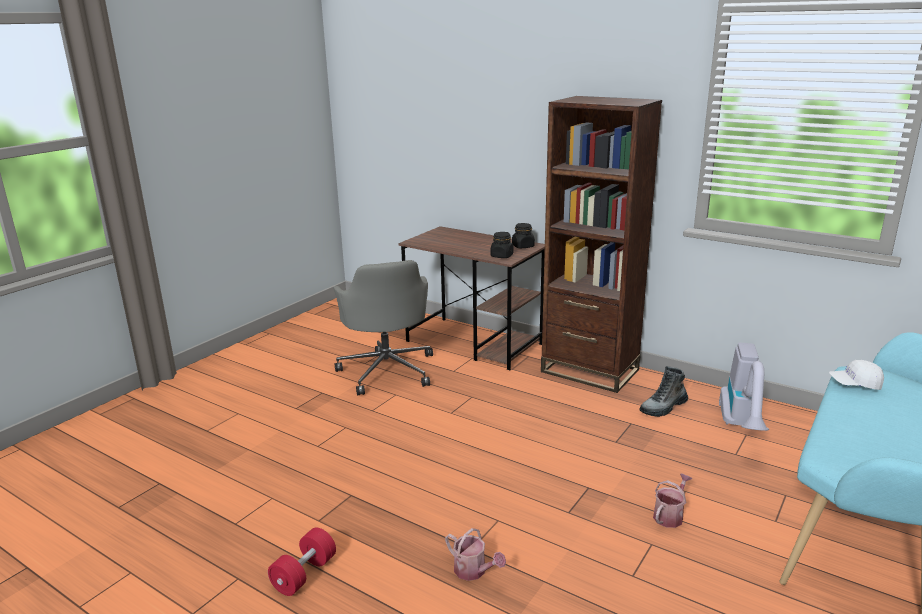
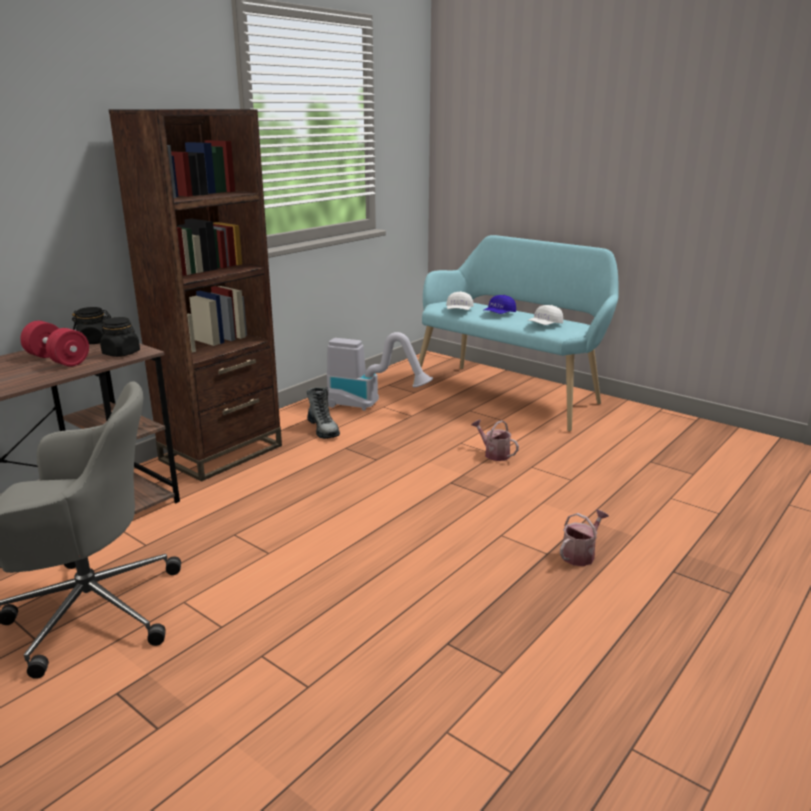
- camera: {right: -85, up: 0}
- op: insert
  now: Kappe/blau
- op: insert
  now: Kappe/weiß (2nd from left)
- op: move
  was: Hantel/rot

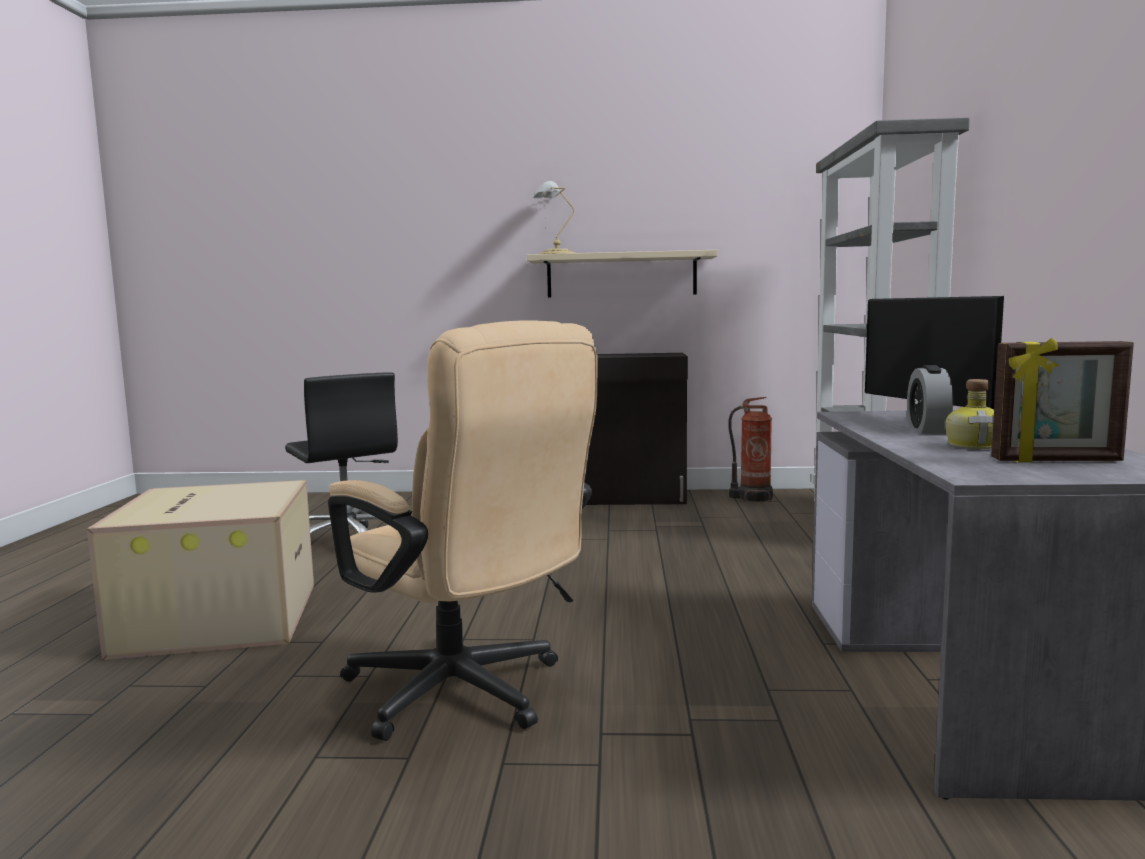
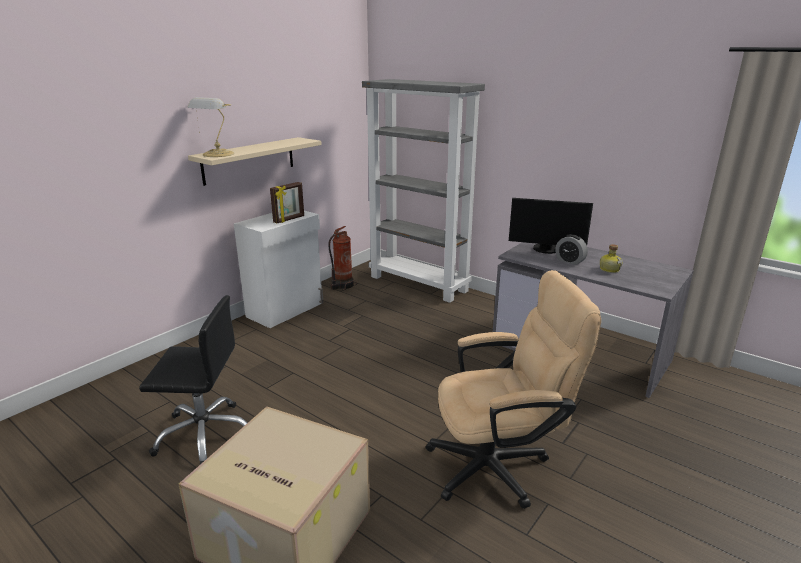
- camera: {right: -55, up: 15}
- op: move
  was: Bilderrahmen
- op: recolor
  was: Schrank/schwarz
  now: Schrank/weiß

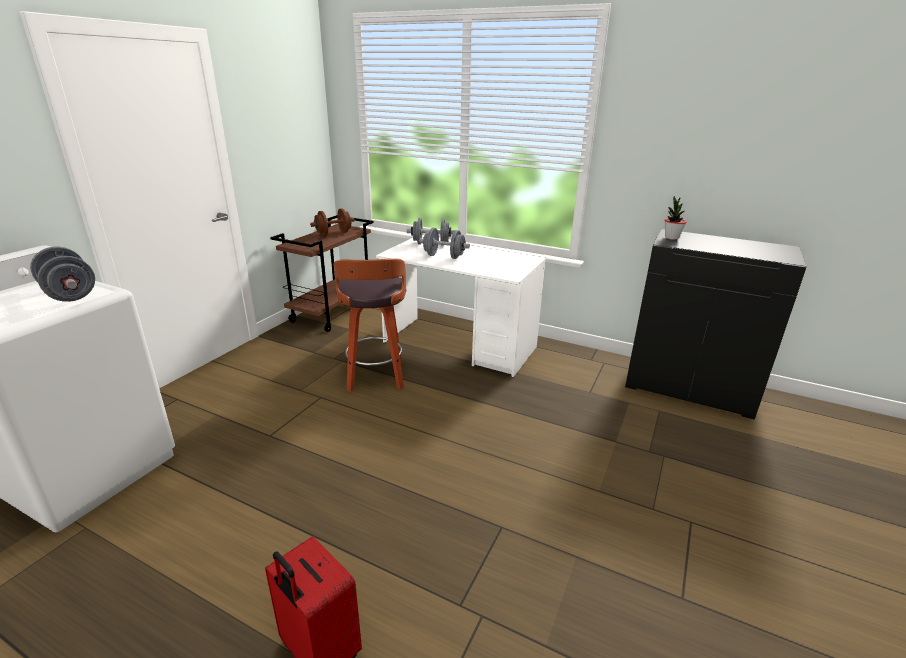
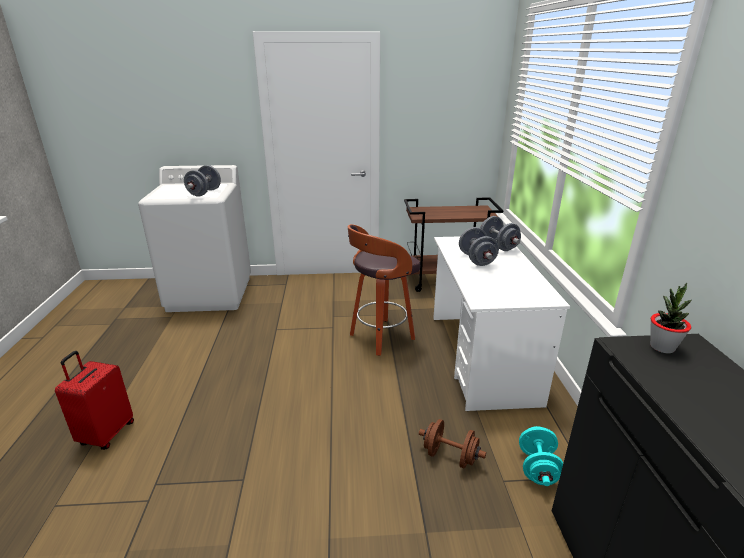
- camera: {right: 60, up: 0}
- op: insert
  now: Hantel/türkis
- op: move
  was: Hantel/braun

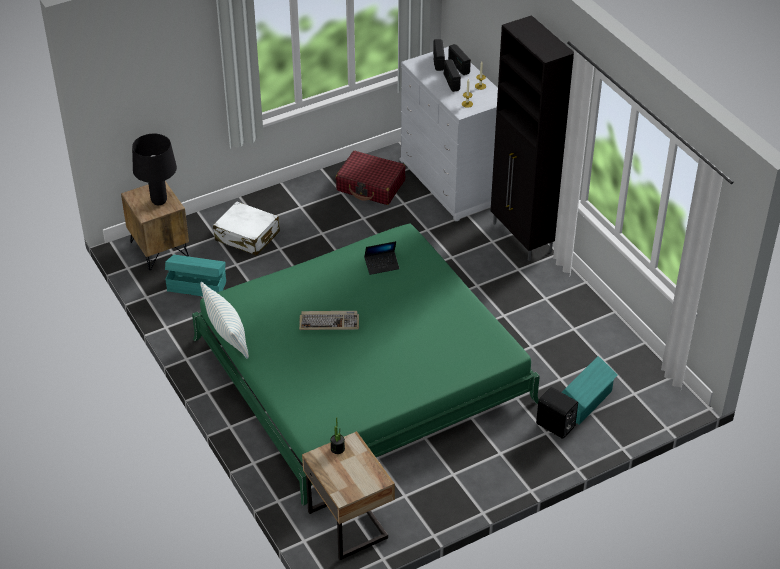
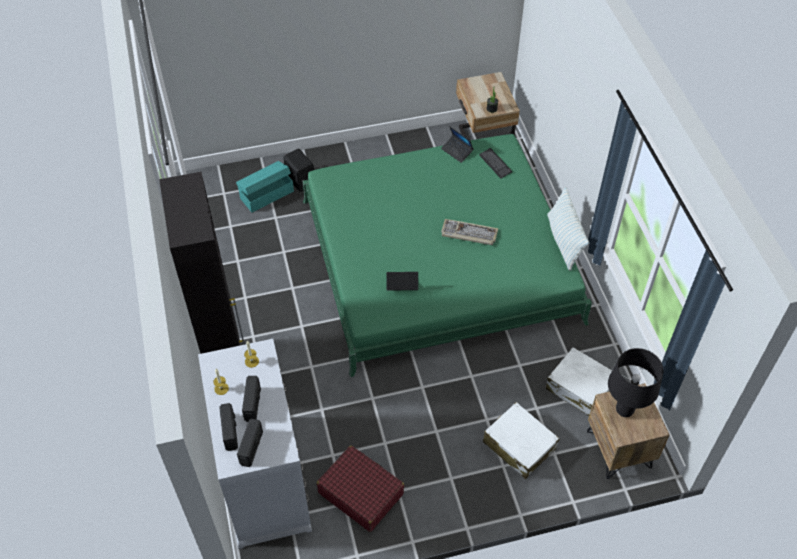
- camera: {right: -165, up: 10}
- op: insert
  now: Laptop (2nd from left)
- op: insert
  now: Tastatur (2nd from left)
- op: replace
  was: Aufbewahrungsbox/türkis (1st from left)
  now: Koffer/weiß (2nd from left)

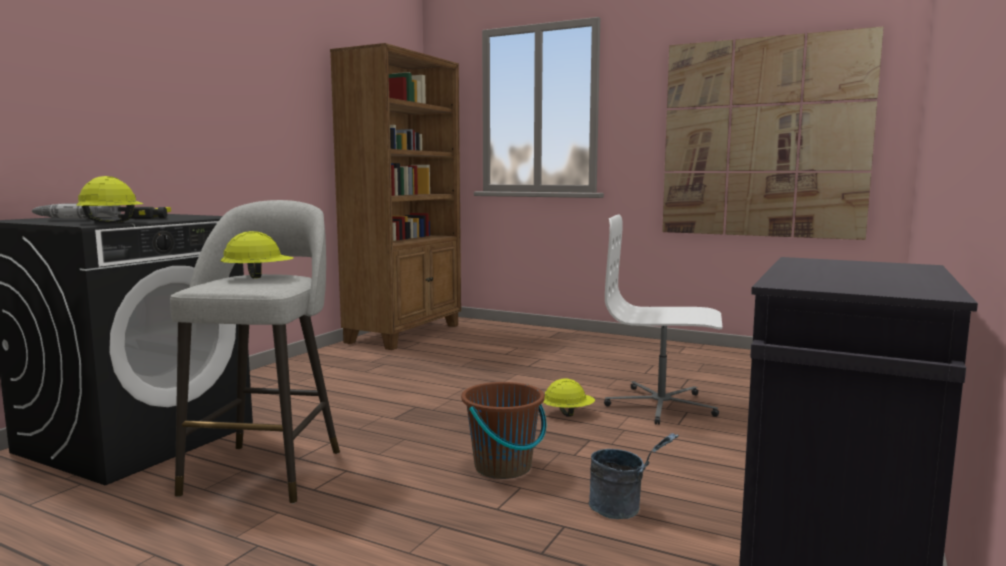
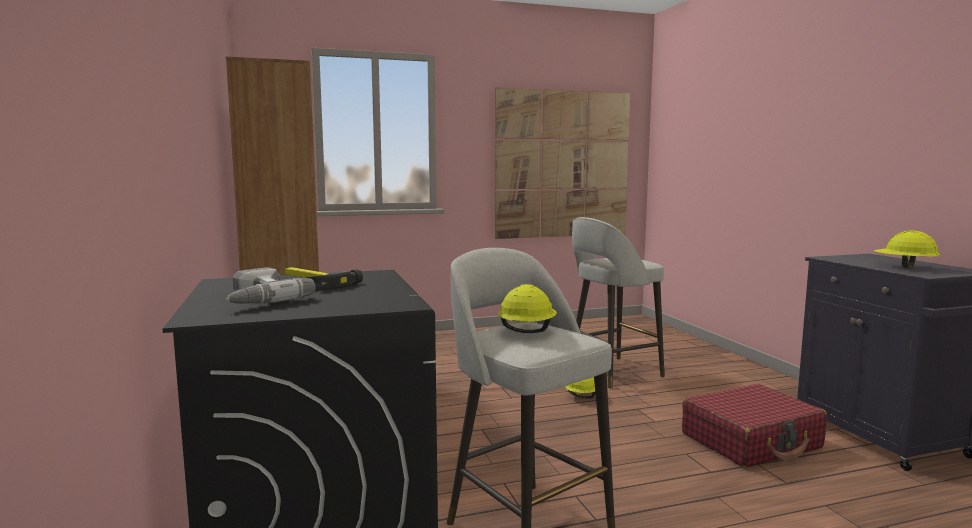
- camera: {right: -45, up: 0}
- op: delete
  was: Eimer/braun
- op: move
  was: Schutzhelm/gelb (1st from left in the first image)
  now: Schutzhelm/gelb (3rd from left)
- op: replace
  was: Eimer/grau
  now: Koffer/rot
- op: replace
  was: Bürostuhl/weiß
  now: Hocker/grau (2nd from left)

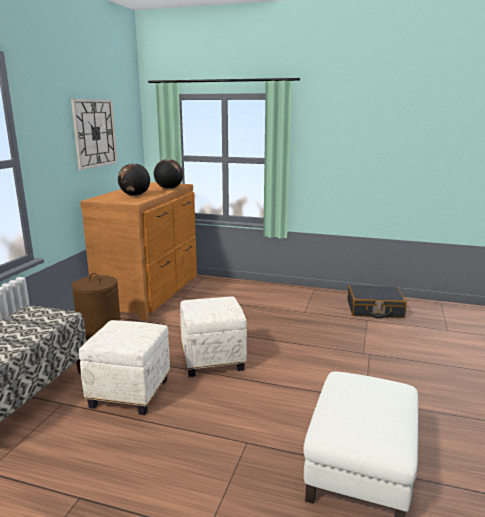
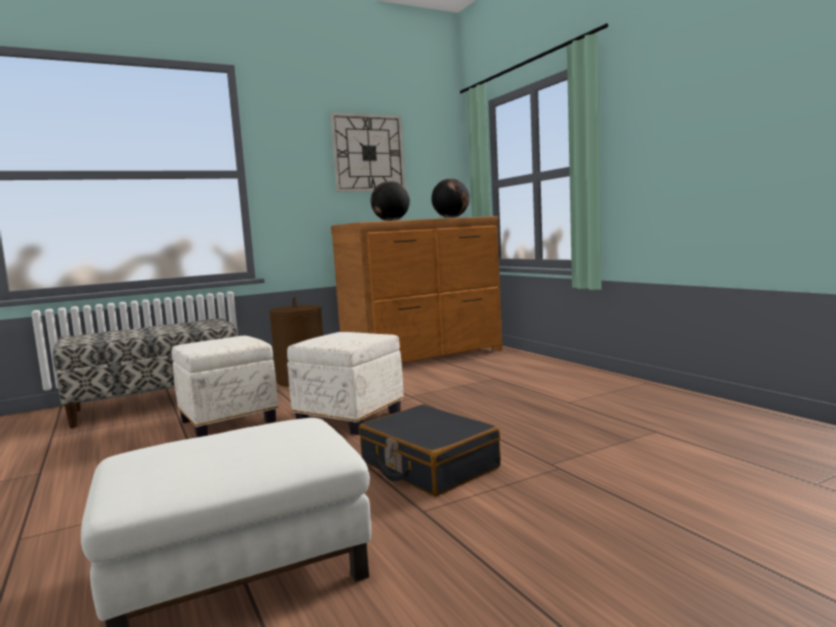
- camera: {right: 45, up: -10}
- op: move
  was: Koffer/schwarz

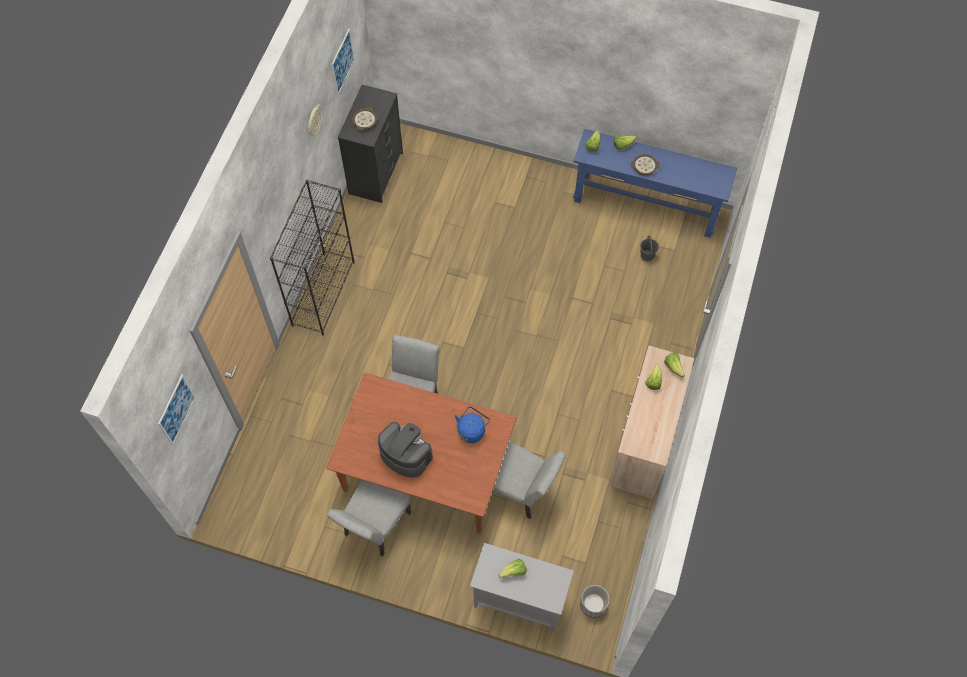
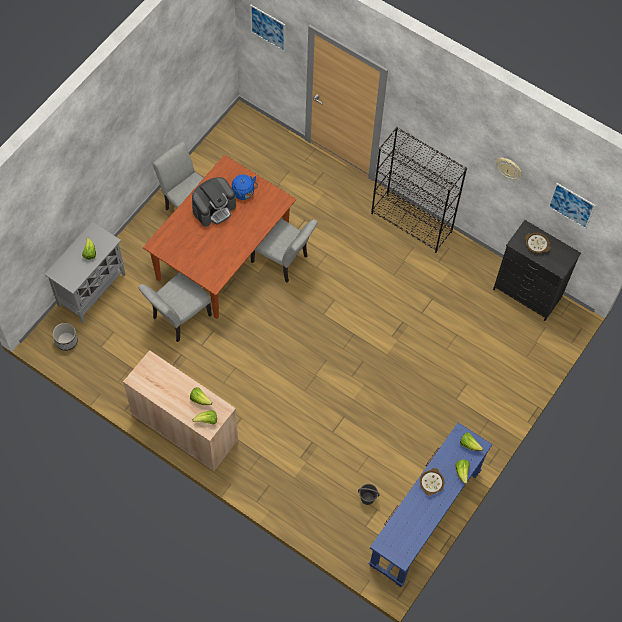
- camera: {right: 105, up: 0}
- op: move
  was: Wasserkessel/blau

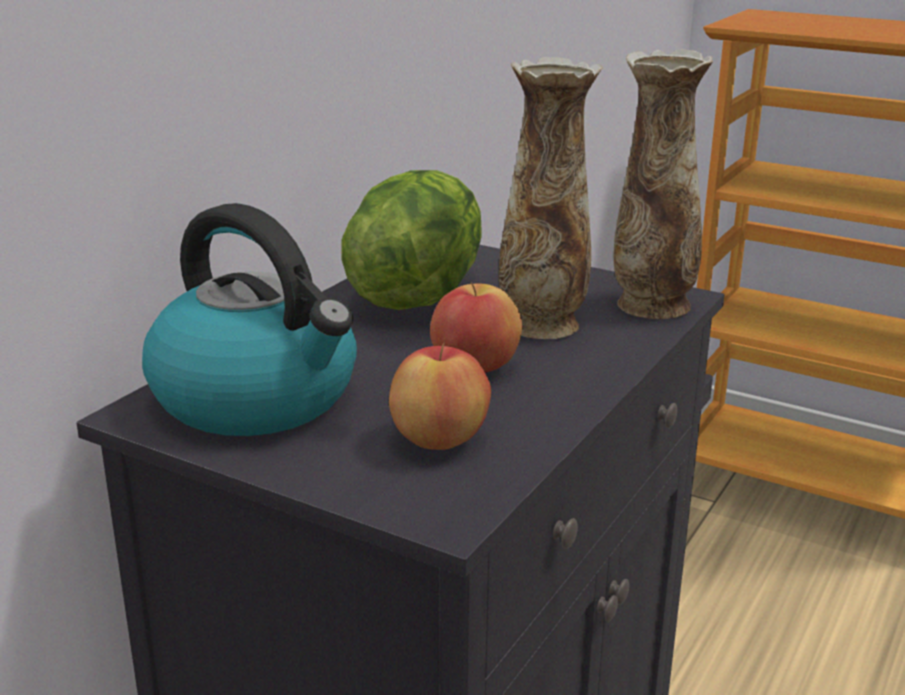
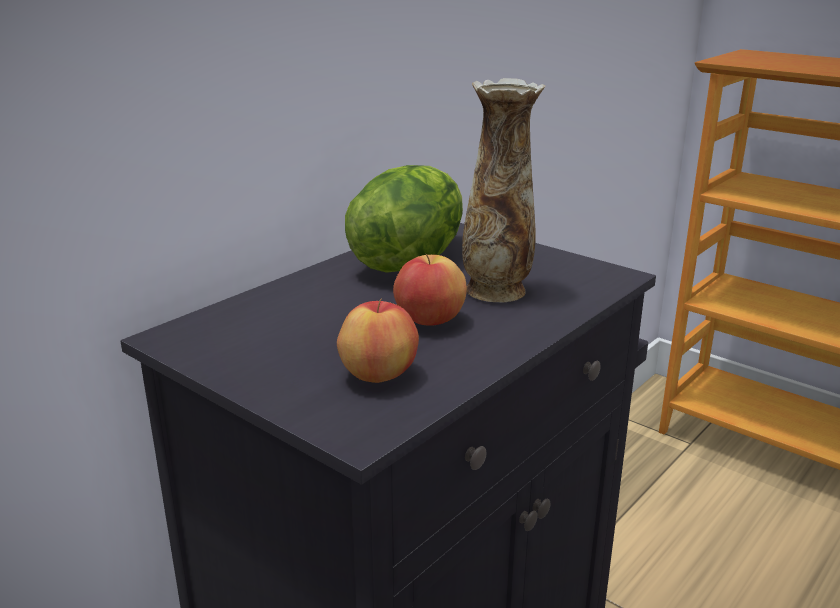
- camera: {right: 10, up: 0}
- op: delete
  was: Wasserkessel
- op: delete
  was: Vase (2nd from left)

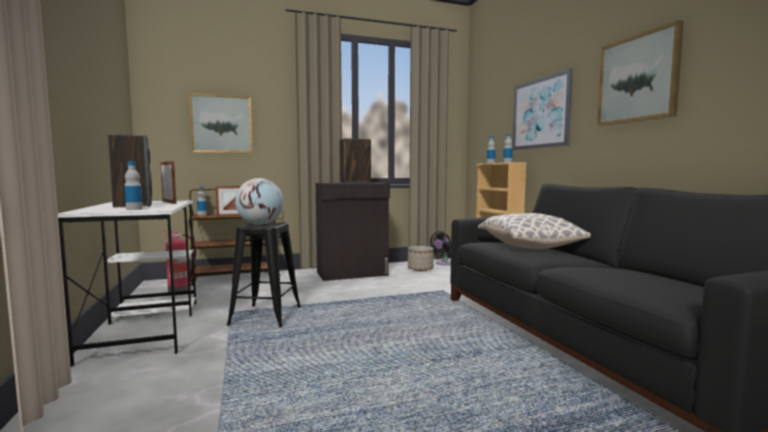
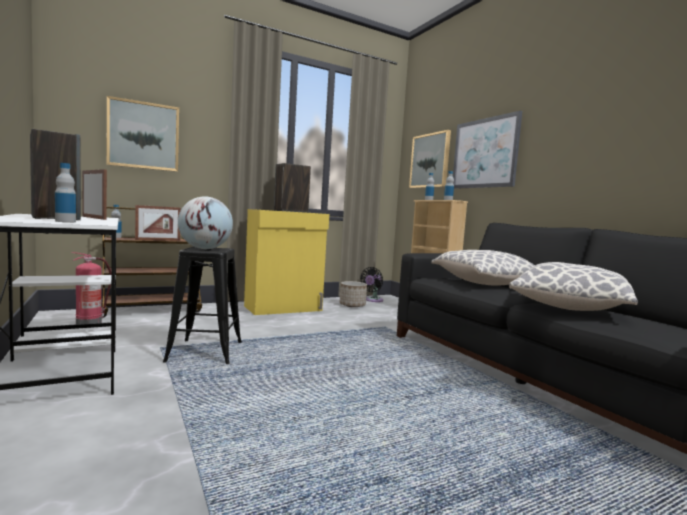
- camera: {right: -10, up: 0}
- op: insert
  now: Kissen (2nd from left)
- op: move
  was: Bild (3rd from left in the first image)
  now: Bild (2nd from left)
- op: recolor
  was: Schrank/schwarz
  now: Schrank/gelb

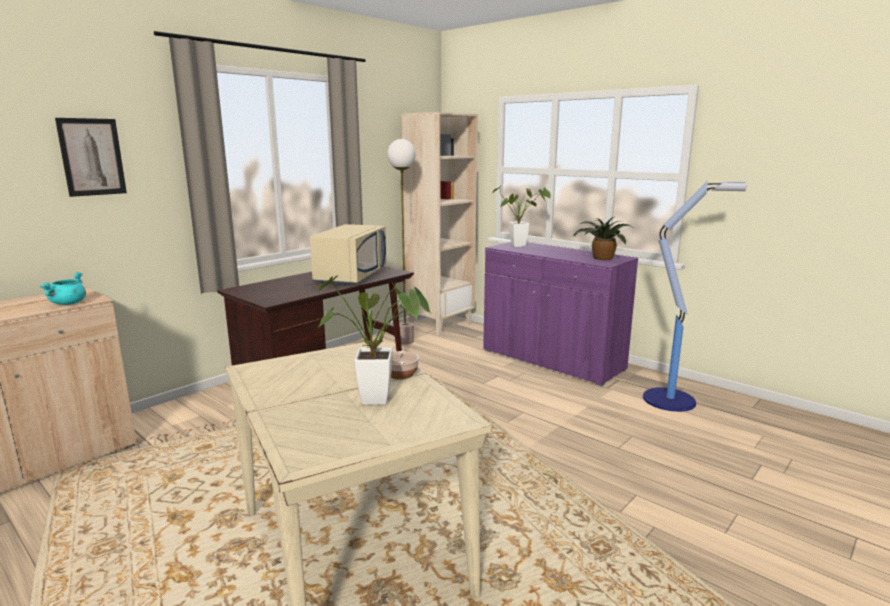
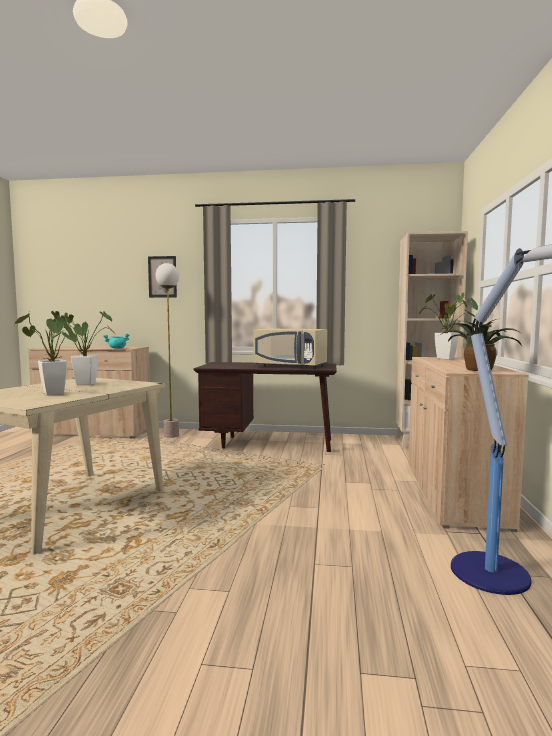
- camera: {right: 55, up: -10}
- op: delete
  was: Schüssel
- op: insert
  now: Topfpflanze (2nd from left)
- op: move
  was: Stehlampe (1st from left)
- op: recolor
  was: Schrank/lila
  now: Schrank/beige (2nd from left)
- op: rotate
  was: Mikrowelle/beige
  clockwise: 45

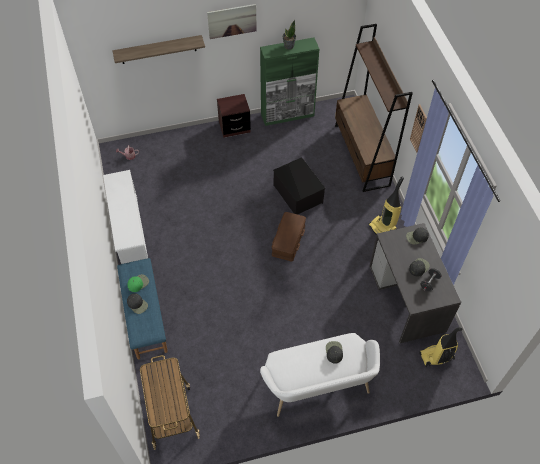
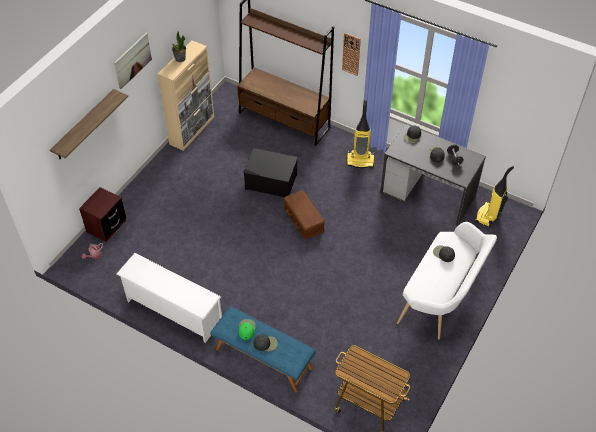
- camera: {right: -45, up: -5}
- op: move
  was: Nachttisch/braun
- op: recolor
  was: Schrank/grün
  now: Schrank/beige

